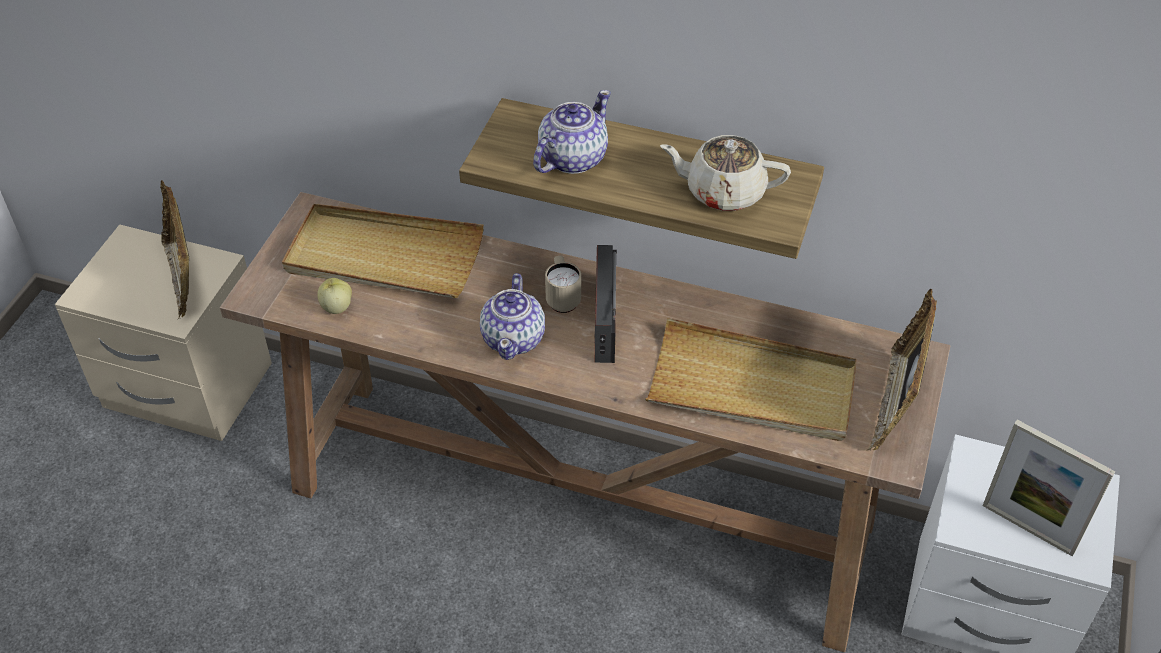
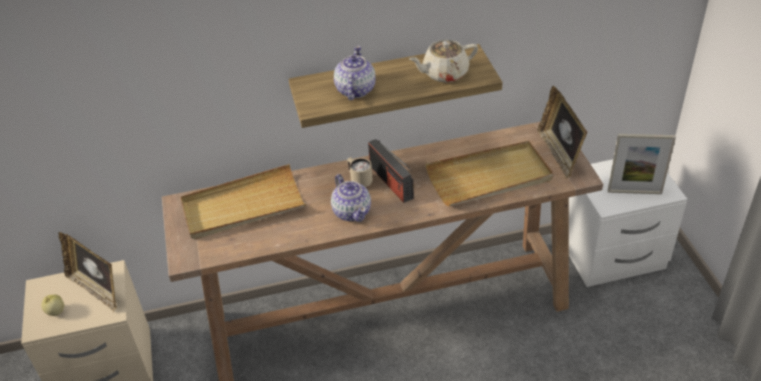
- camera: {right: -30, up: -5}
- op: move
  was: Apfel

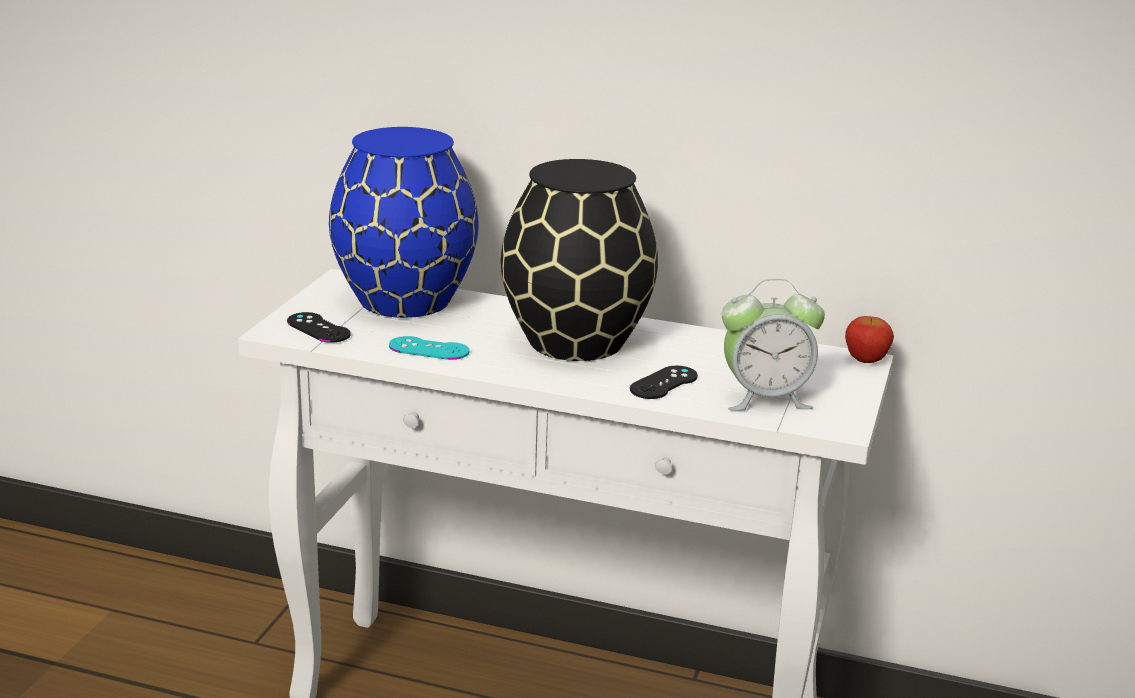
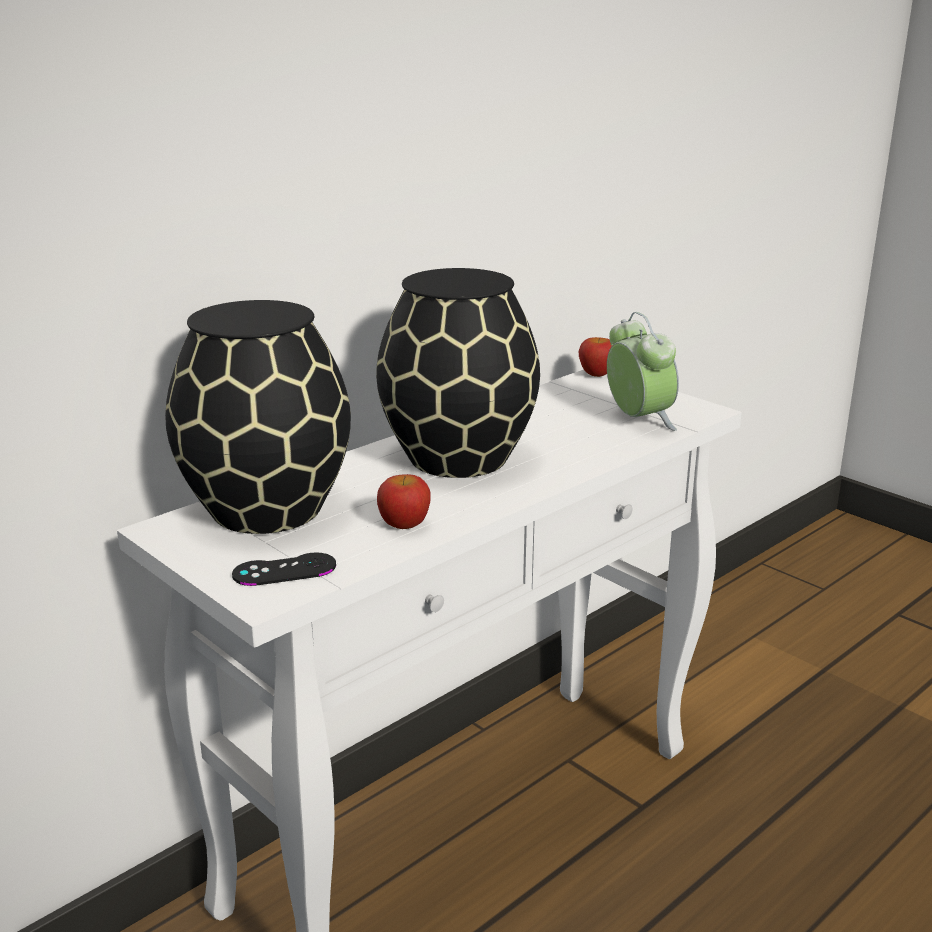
- camera: {right: -60, up: 0}
- op: delete
  was: Gamepad/schwarz (2nd from left)
- op: replace
  was: Gamepad/türkis
  now: Apfel (1st from left)
- op: recolor
  was: Vase/blau
  now: Vase/schwarz (1st from left)
- op: rotate
  was: Wecker
  clockwise: -45

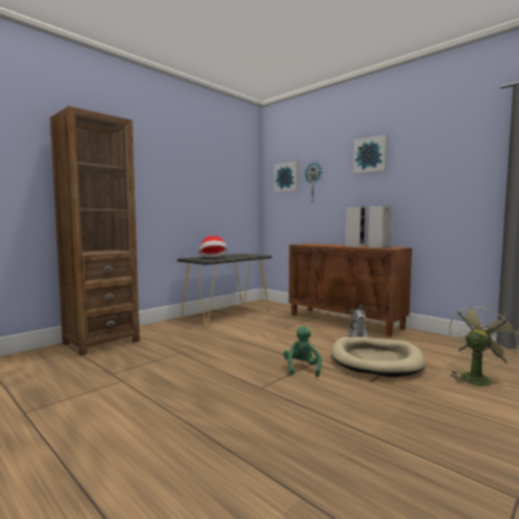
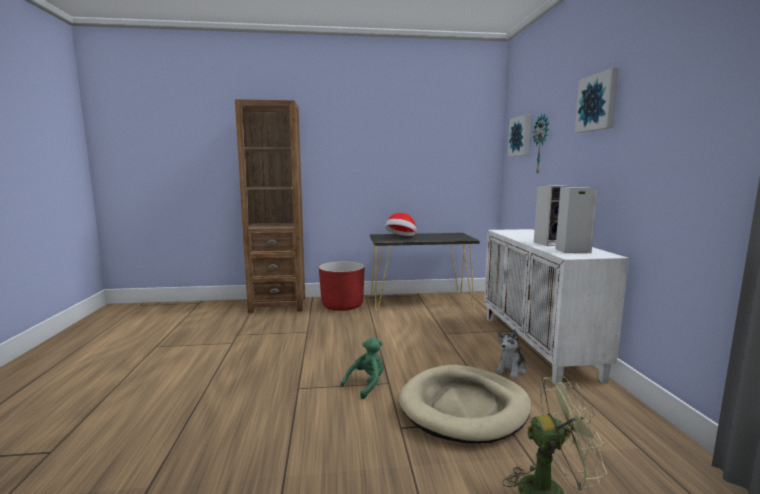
- camera: {right: 40, up: 5}
- op: insert
  now: Pflanzkübel/rot
- op: recolor
  was: Schrank/braun
  now: Schrank/weiß

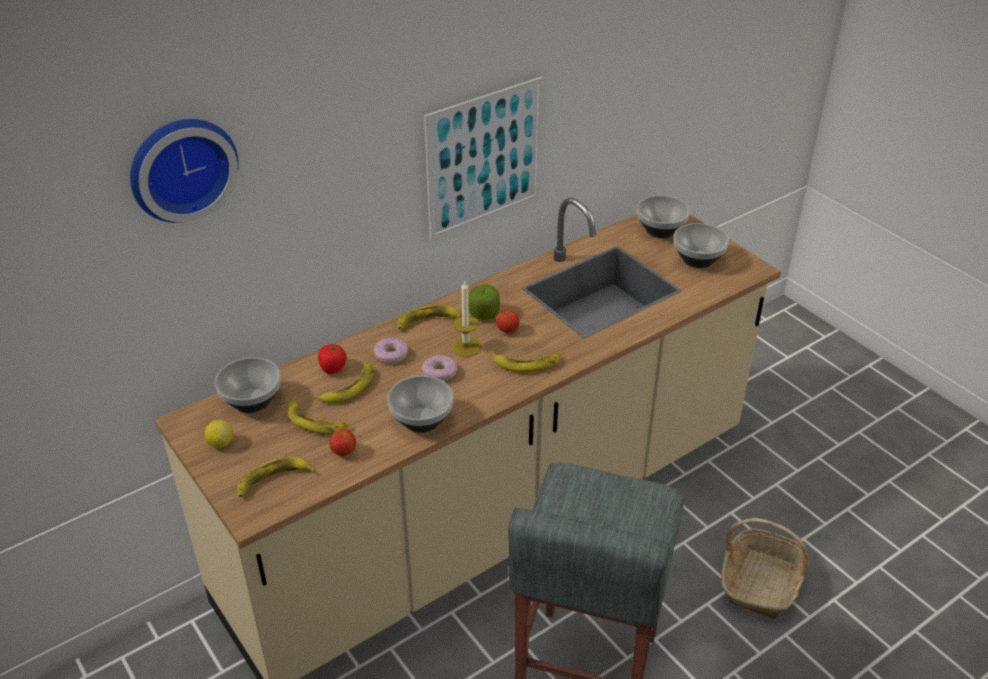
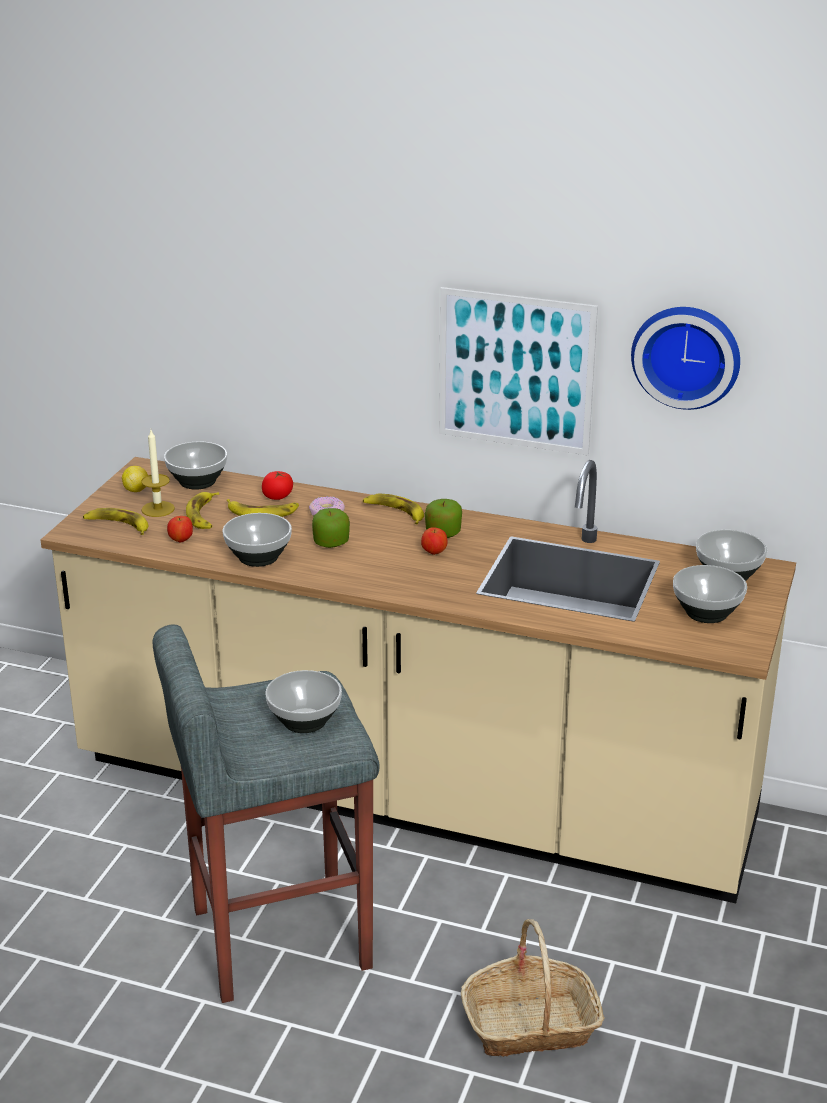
- camera: {right: 55, up: -10}
- op: delete
  was: Banane (5th from left)
- op: insert
  now: Schüssel (3rd from left)
- op: move
  was: Wanduhr
- op: move
  was: Kerze
- op: replace
  was: Donut (2nd from left)
  now: Apfel (2nd from left)

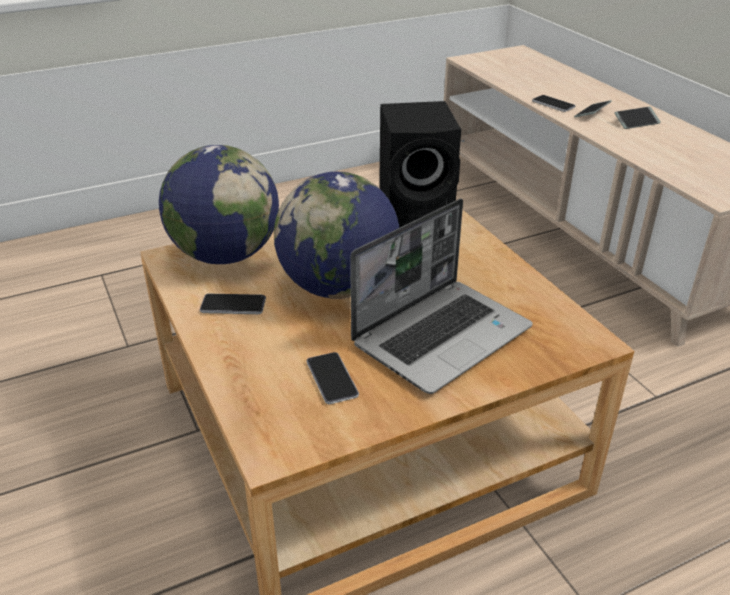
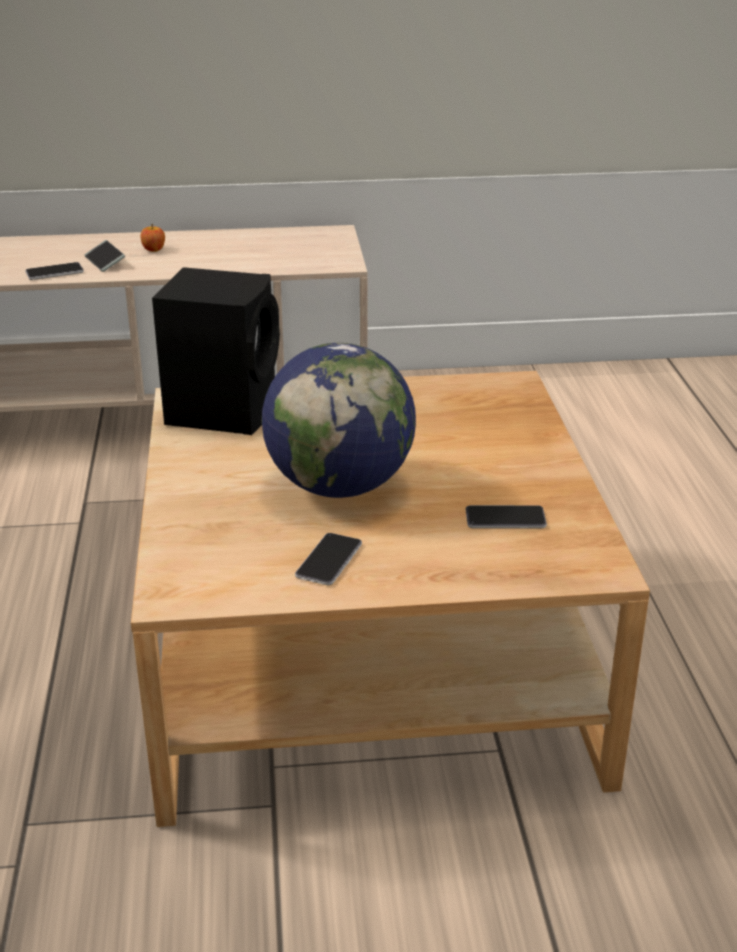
- camera: {right: -70, up: -5}
- op: delete
  was: Globus (1st from left)
- op: delete
  was: Laptop
- op: replace
  was: Handy (5th from left)
  now: Apfel

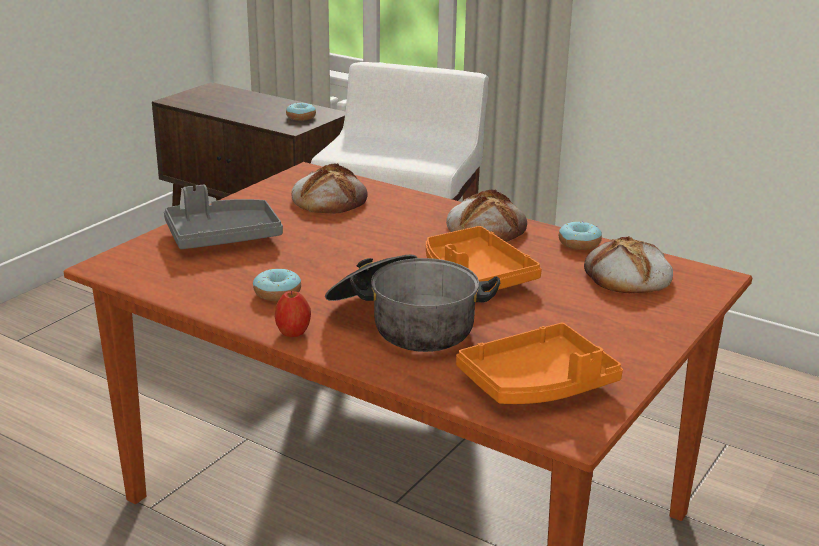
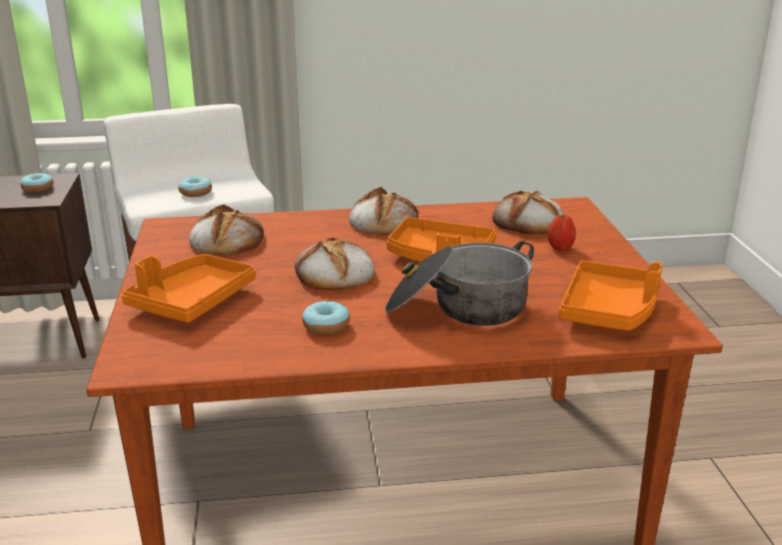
- camera: {right: -40, up: 0}
- op: insert
  now: Brot (2nd from left)
- op: move
  was: Apfel
- op: move
  was: Donut (3rd from left in the first image)
  now: Donut (2nd from left)
- op: recolor
  was: Tablett/grau
  now: Tablett/orange (1st from left)

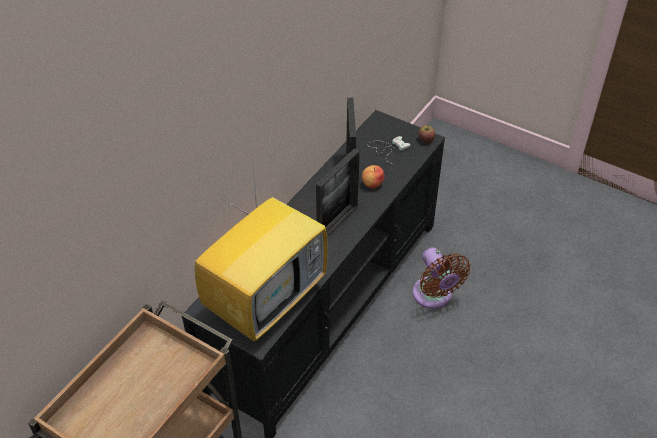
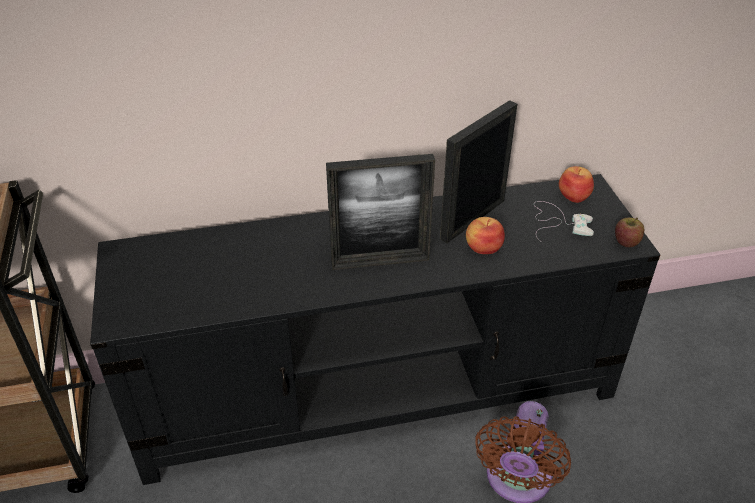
- camera: {right: 45, up: -5}
- op: delete
  was: Fernseher
- op: insert
  now: Apfel (2nd from left)

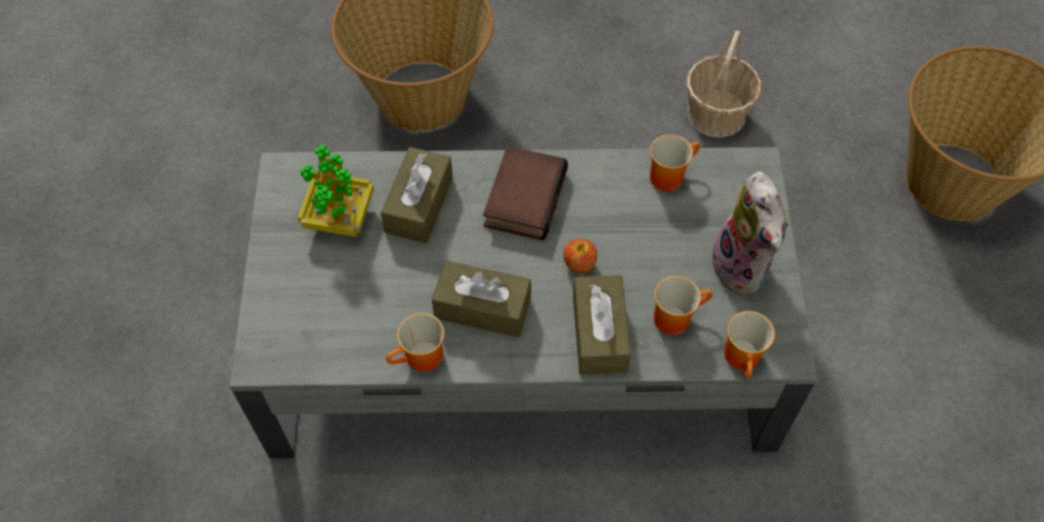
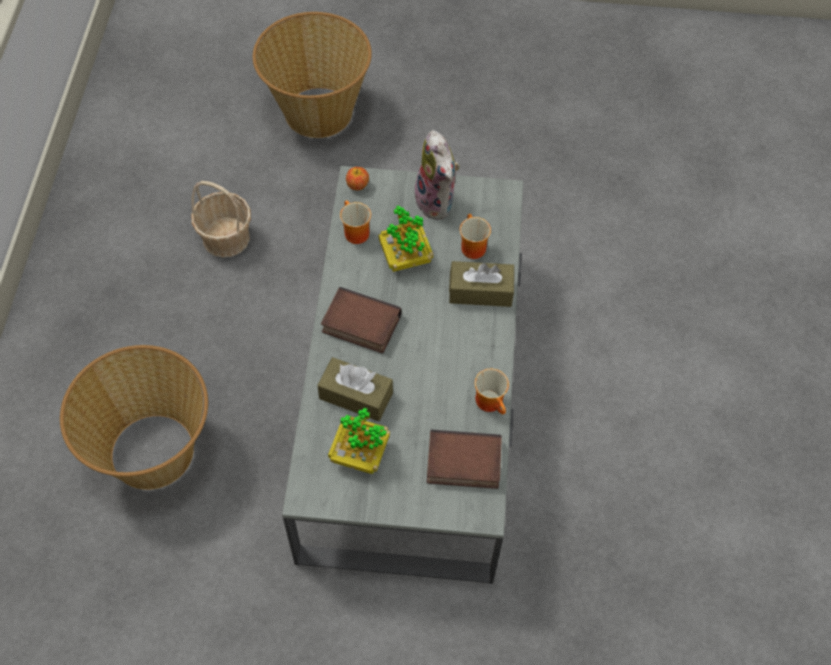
- camera: {right: -85, up: 0}
- op: delete
  was: Taschentuchbox/braun (2nd from left)
- op: delete
  was: Henkelbecher (4th from left)
- op: insert
  now: Topfpflanze (2nd from left)
- op: insert
  now: Buch (2nd from left)
- op: move
  was: Apfel
- op: rotate
  was: Plüschtier
  clockwise: 75

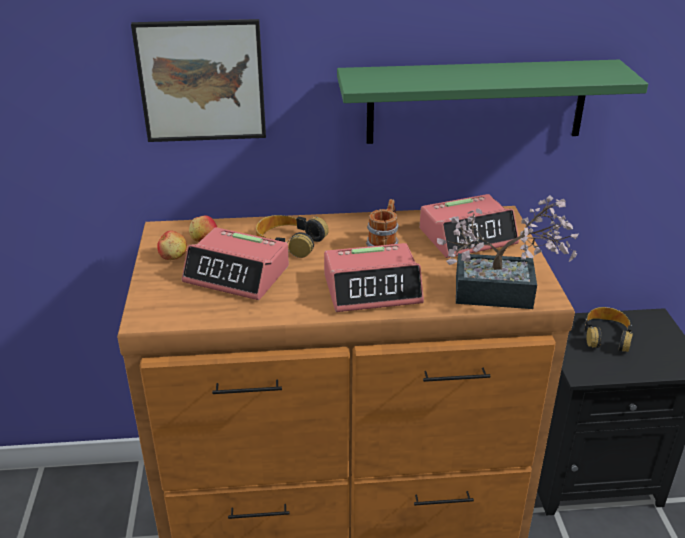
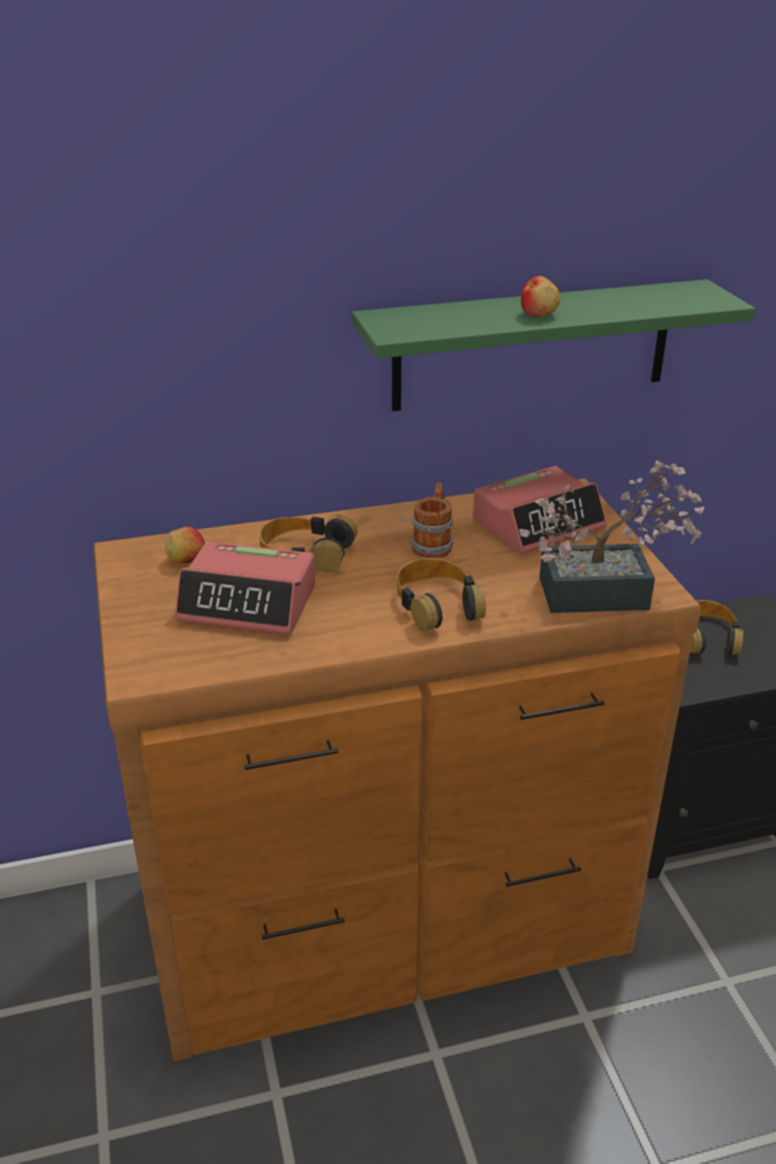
- camera: {right: -10, up: 0}
- op: delete
  was: Bild
- op: move
  was: Apfel (1st from left in the first image)
  now: Apfel (2nd from left)
- op: replace
  was: Wecker (2nd from left)
  now: Kopfhörer (2nd from left)

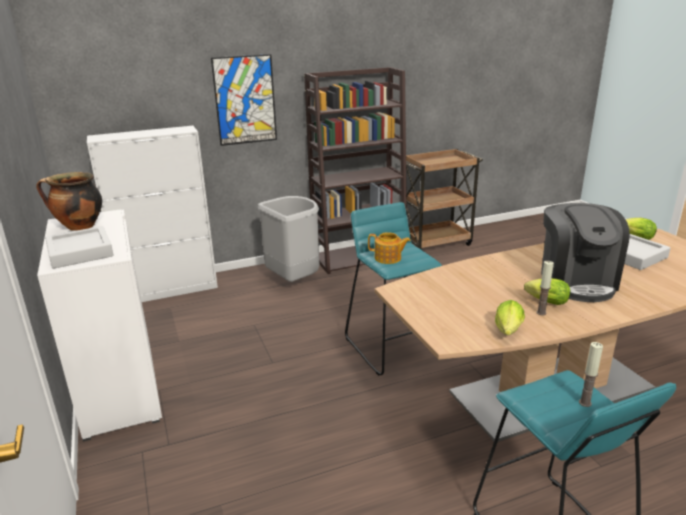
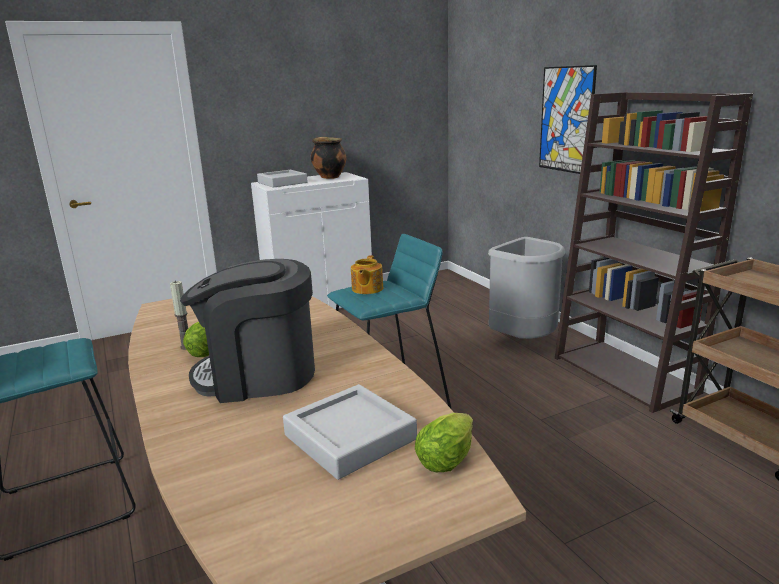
- camera: {right: 85, up: -5}
- op: delete
  was: Schrank/weiß (2nd from left)
- op: delete
  was: Salatkopf (1st from left)
- op: delete
  was: Kerze (2nd from left)

